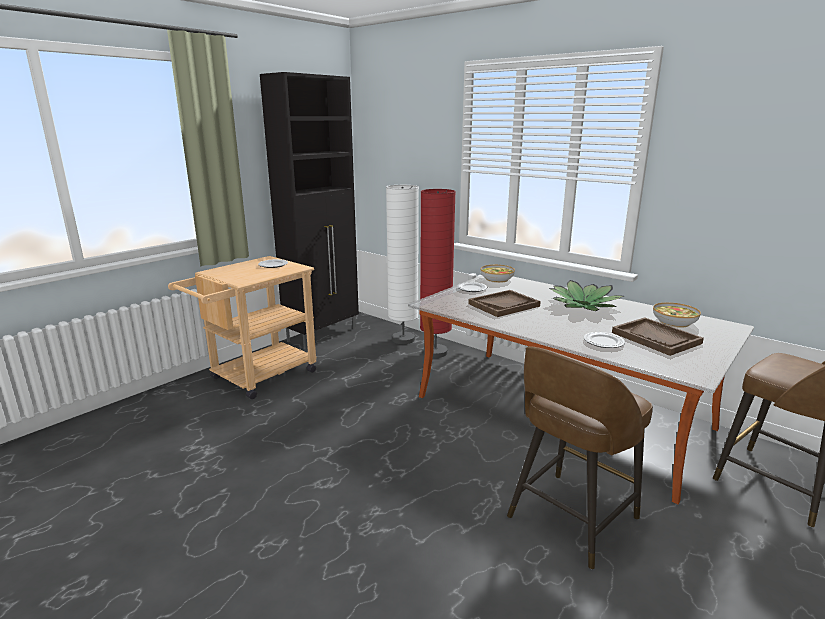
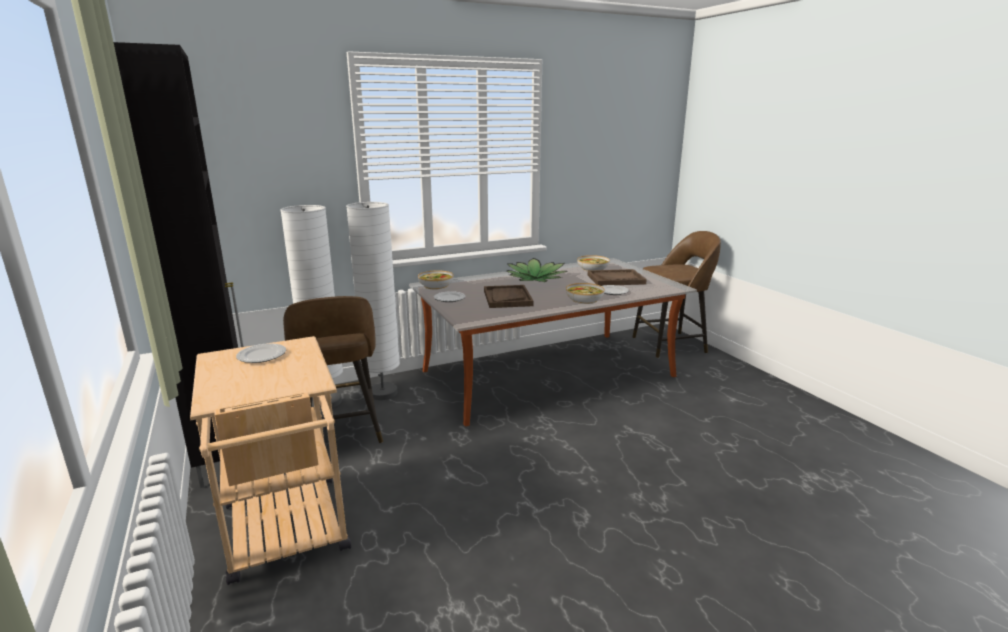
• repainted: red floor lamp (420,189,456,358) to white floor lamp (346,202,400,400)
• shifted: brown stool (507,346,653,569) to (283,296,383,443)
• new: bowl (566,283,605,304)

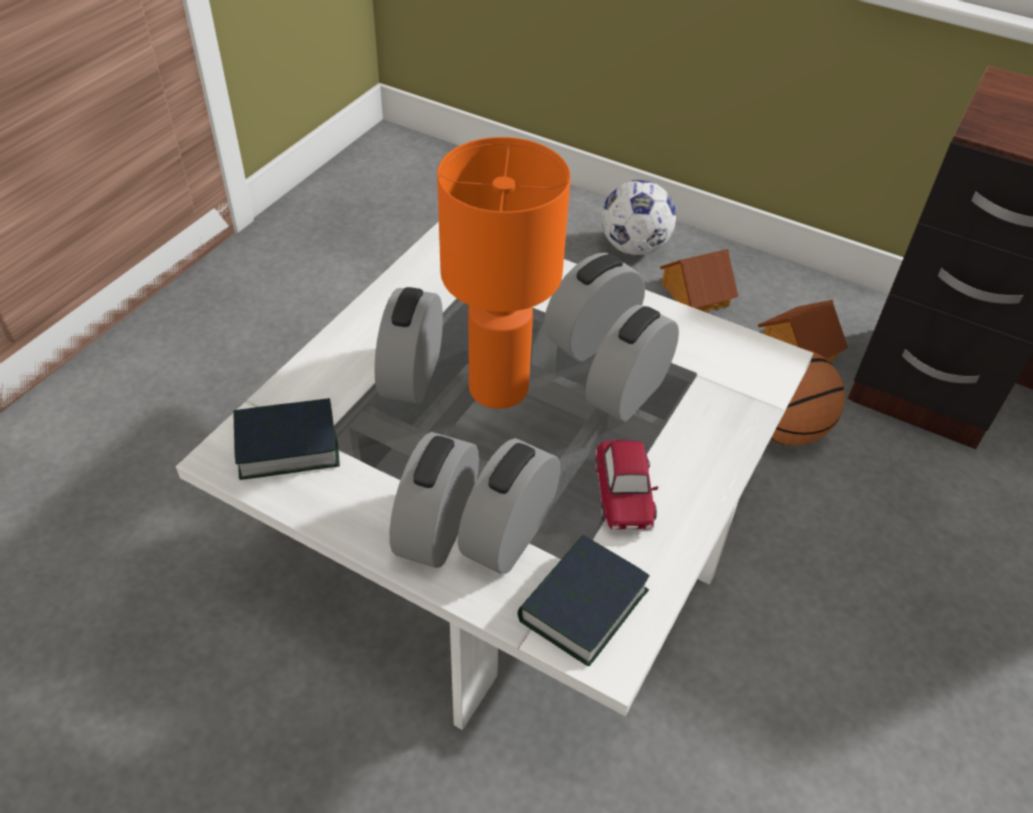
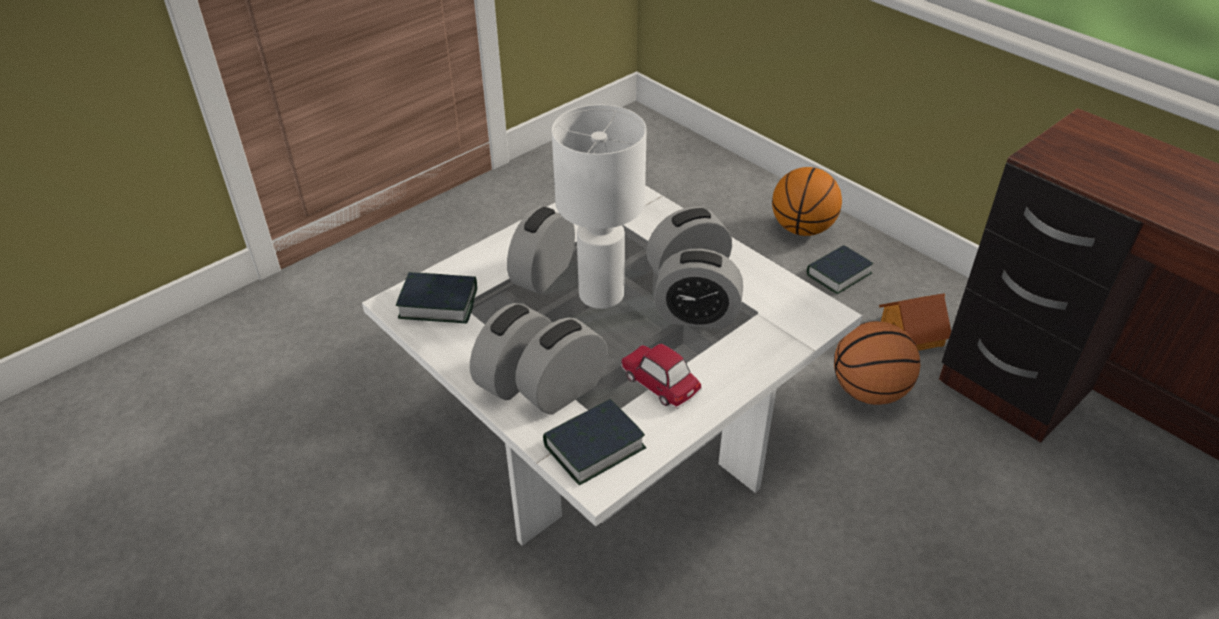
• repainted: orange table lamp (437,137,571,409) to white table lamp (552,105,647,309)
• rotated: alarm clock (586,305,679,422) = (654,249,743,329) 135 degrees counterclockwise
• rotated: toy car (595,440,658,532) = (621,344,702,409) 120 degrees clockwise
• swapped: football (601,180,676,256) to basketball (772,167,842,236)
• swapped: toy house (660,249,738,312) to book (807,245,873,294)

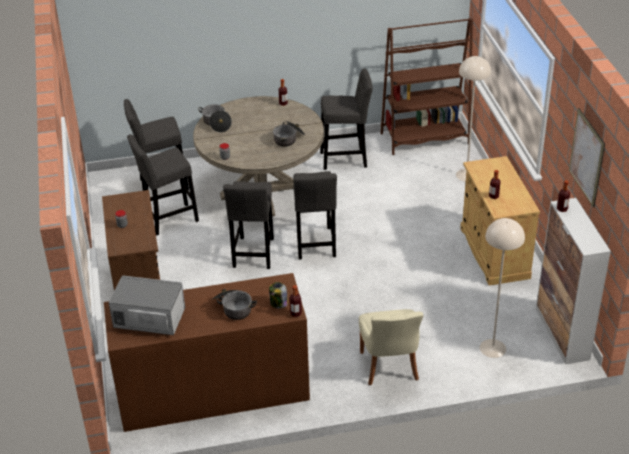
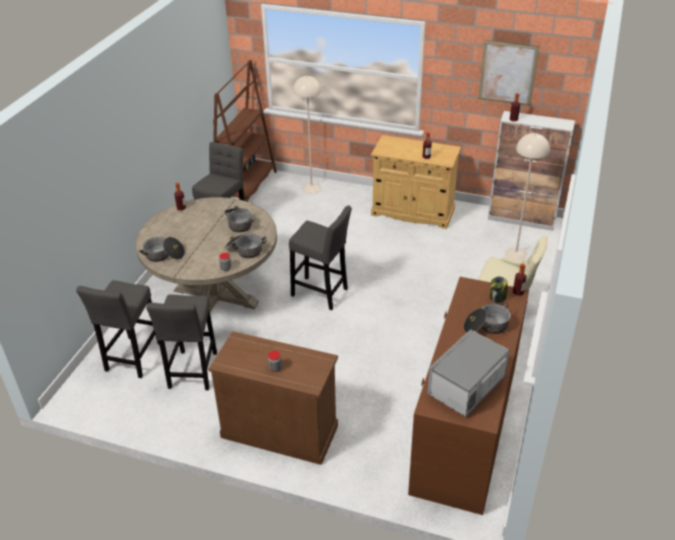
• gone: grey stool (223,181,274,269)
• new: cooking pot (225,234,267,258)

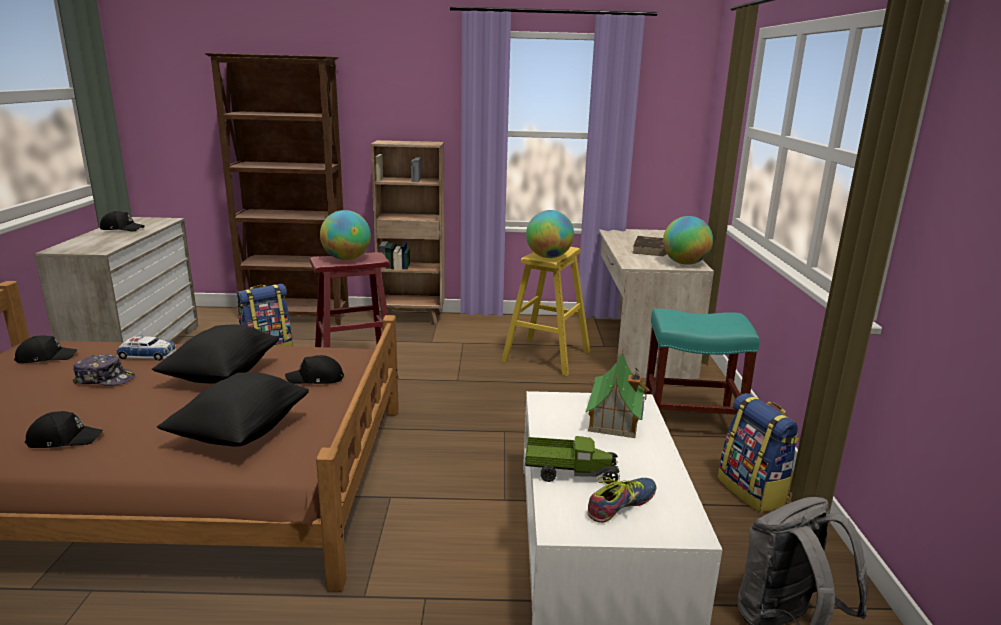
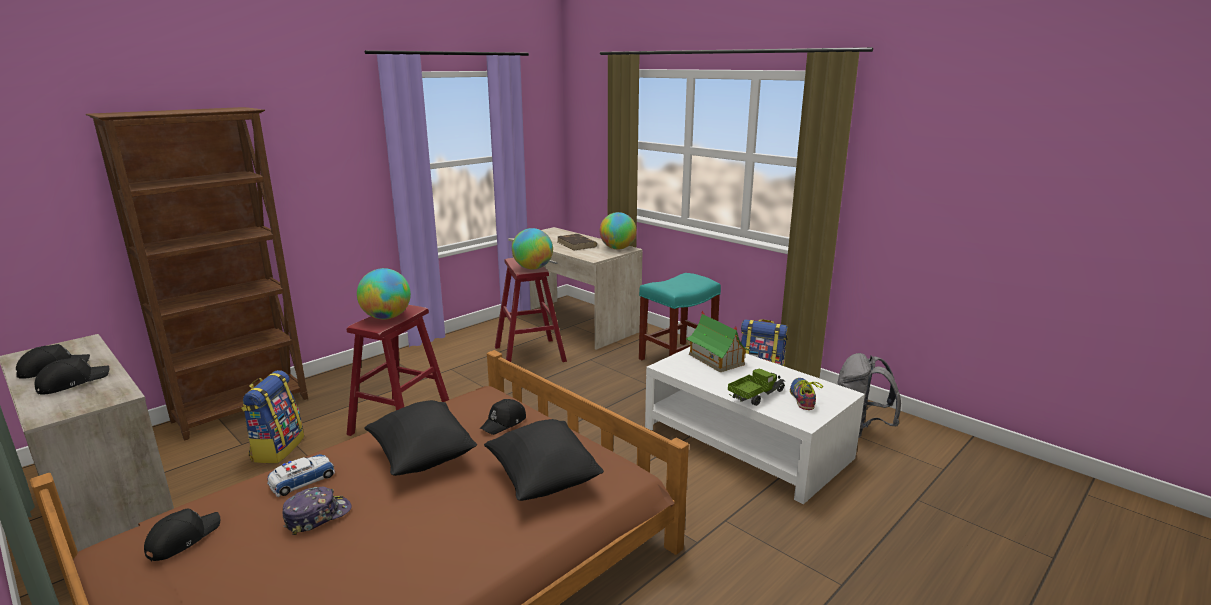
• shifted: black cap (25,411,103,448) to (35,357,109,395)
• gone: brown bookcase (371,140,445,325)
• repainted: yellow stool (501,247,590,376) to red stool (495,258,567,362)

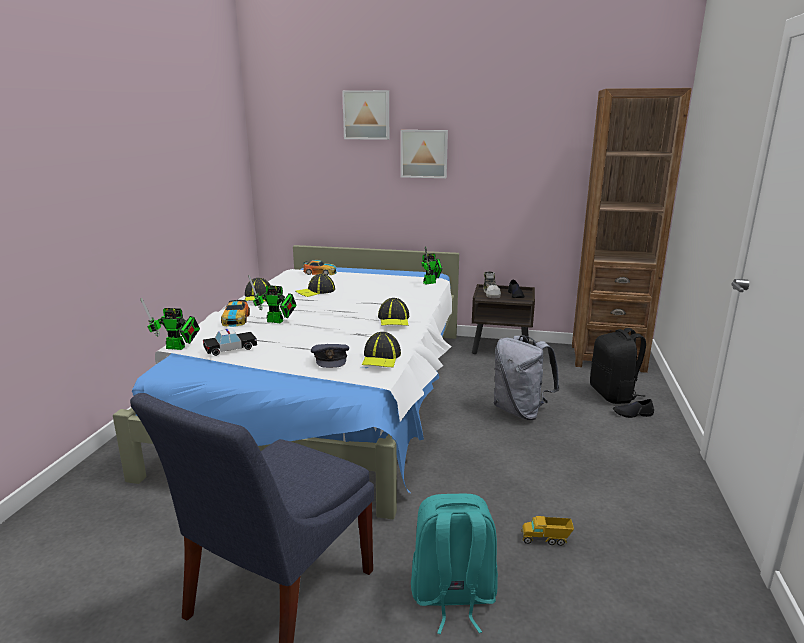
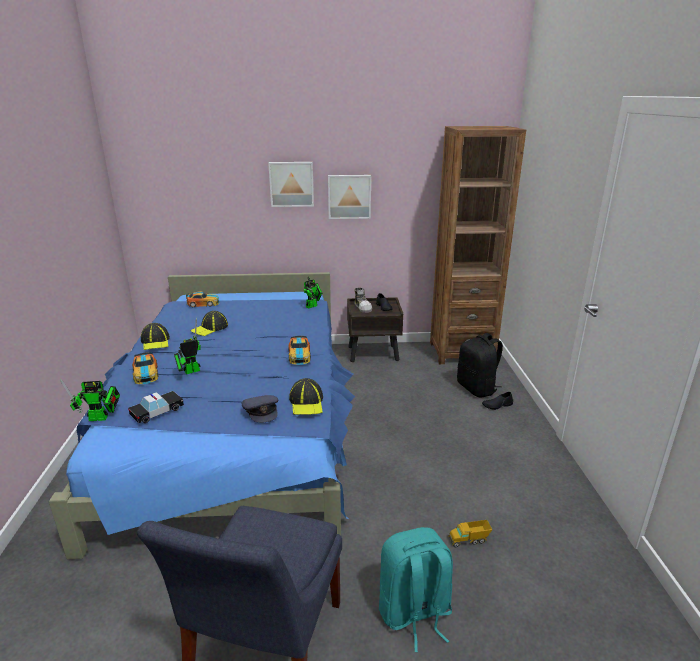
• repainted: white bed (113,245,459,519) to blue bed (49,272,355,559)
• rotated: toy robot (249,276,296,323) = (174,318,201,374) 150 degrees clockwise
• shifted: picture (342,90,389,140) to (328,175,371,219)
• swapped: cap (378,298,409,326) to toy car (288,336,311,365)
• gone: grey backpack (494,335,560,420)

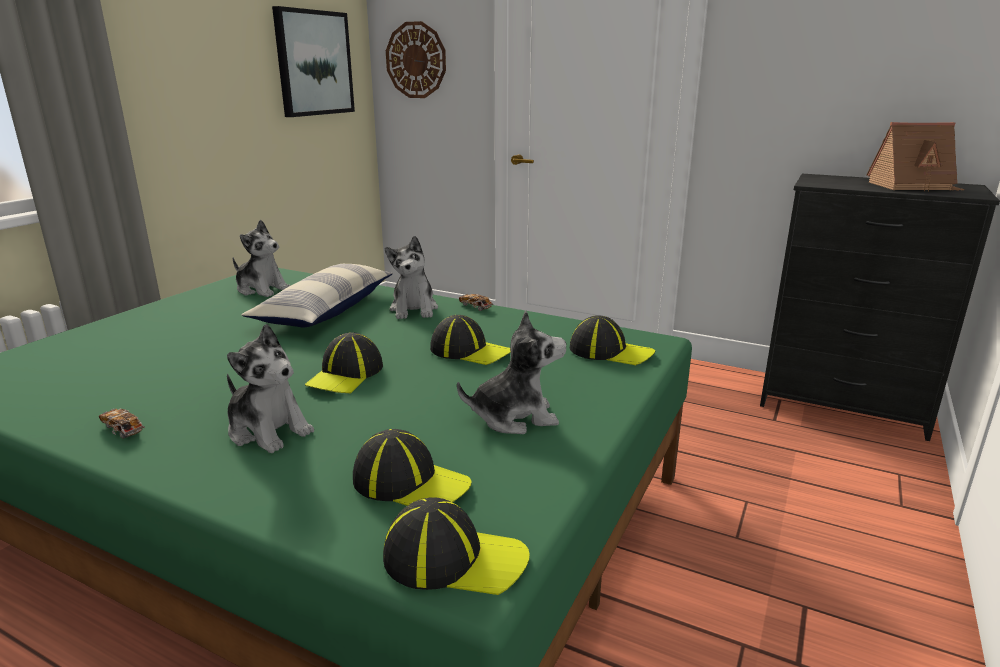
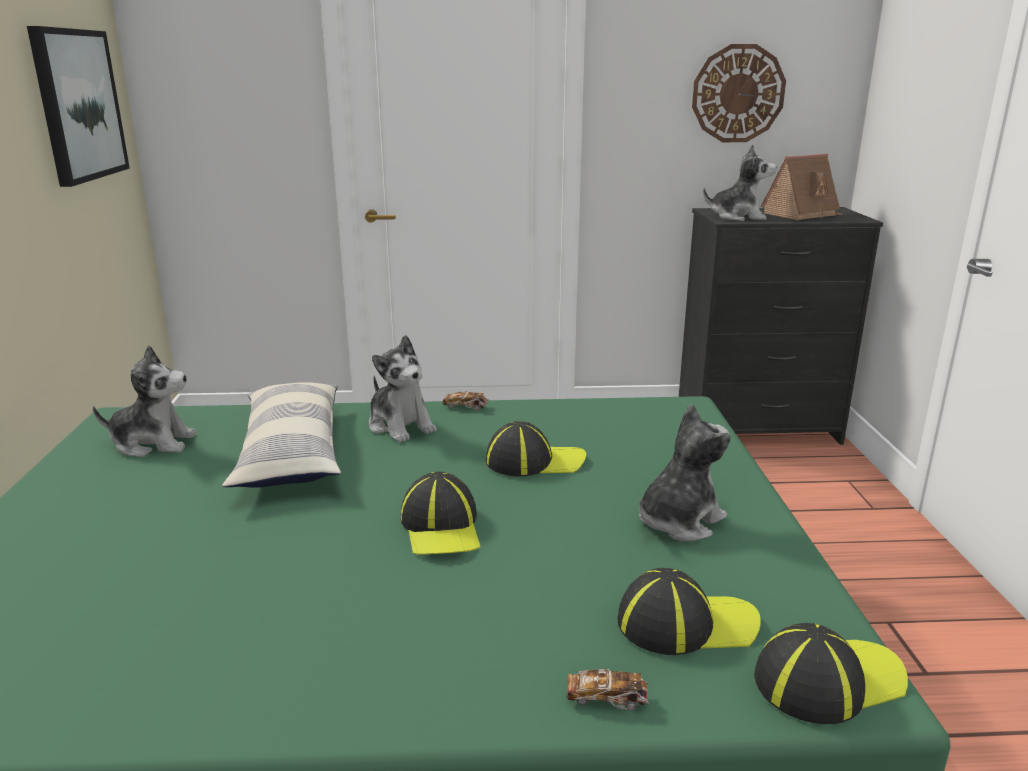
• shifted: toy car (99,409,145,439) to (566,669,649,711)
• shifted: plush toy (227,324,314,453) to (703,144,777,221)
• shifted: wall clock (386,21,446,98) to (692,44,786,142)
• gone: cap (570,315,655,365)

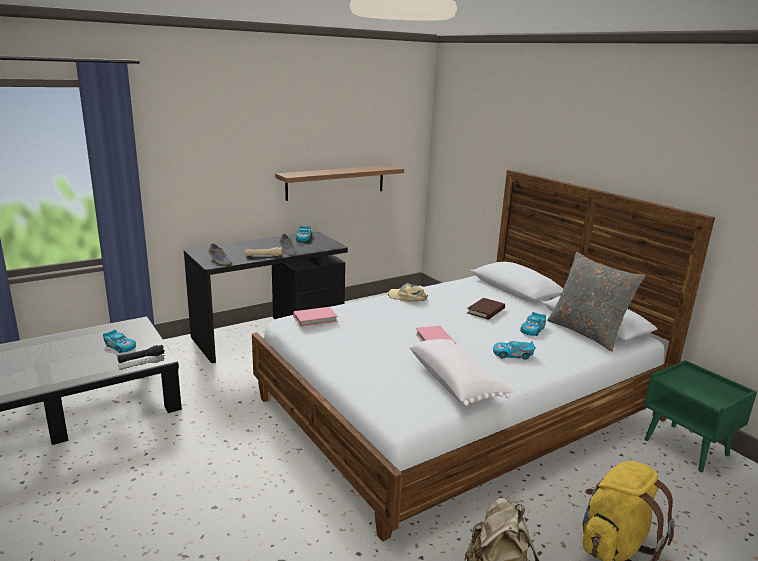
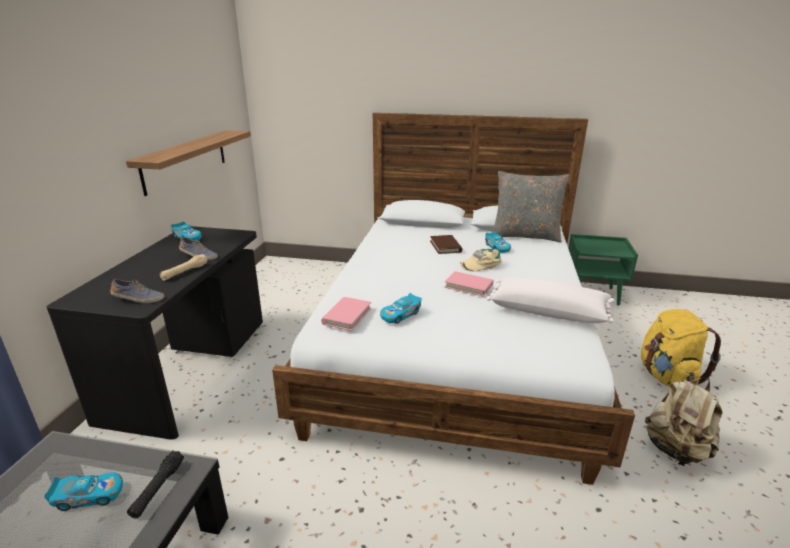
• shifted: beige cap (388,283,428,302) to (460,249,502,271)
• shifted: toy car (493,341,536,359) to (380,293,422,324)

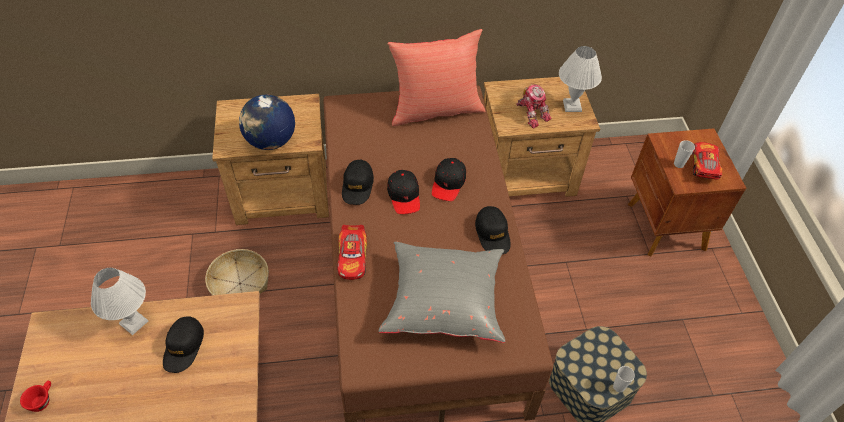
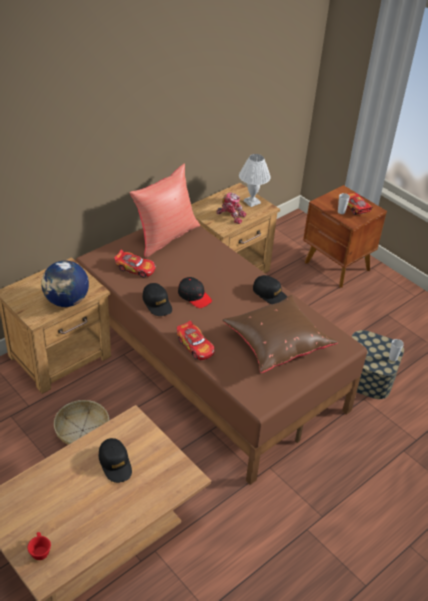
• gone: white table lamp (91,268,148,335)
• repainted: grey pillow (379,242,505,343) to brown pillow (222,295,338,373)
• gone: black cap (432,158,466,201)
• new: toy car (114,249,156,278)

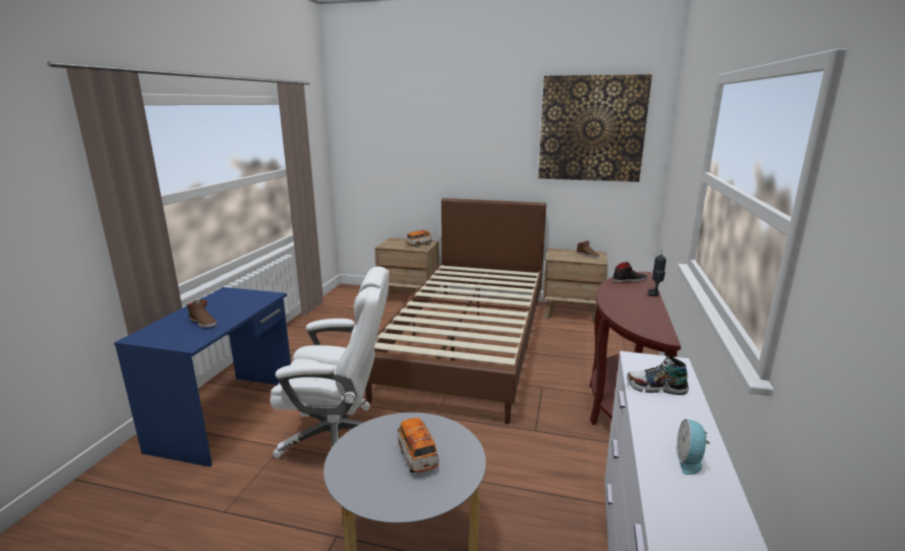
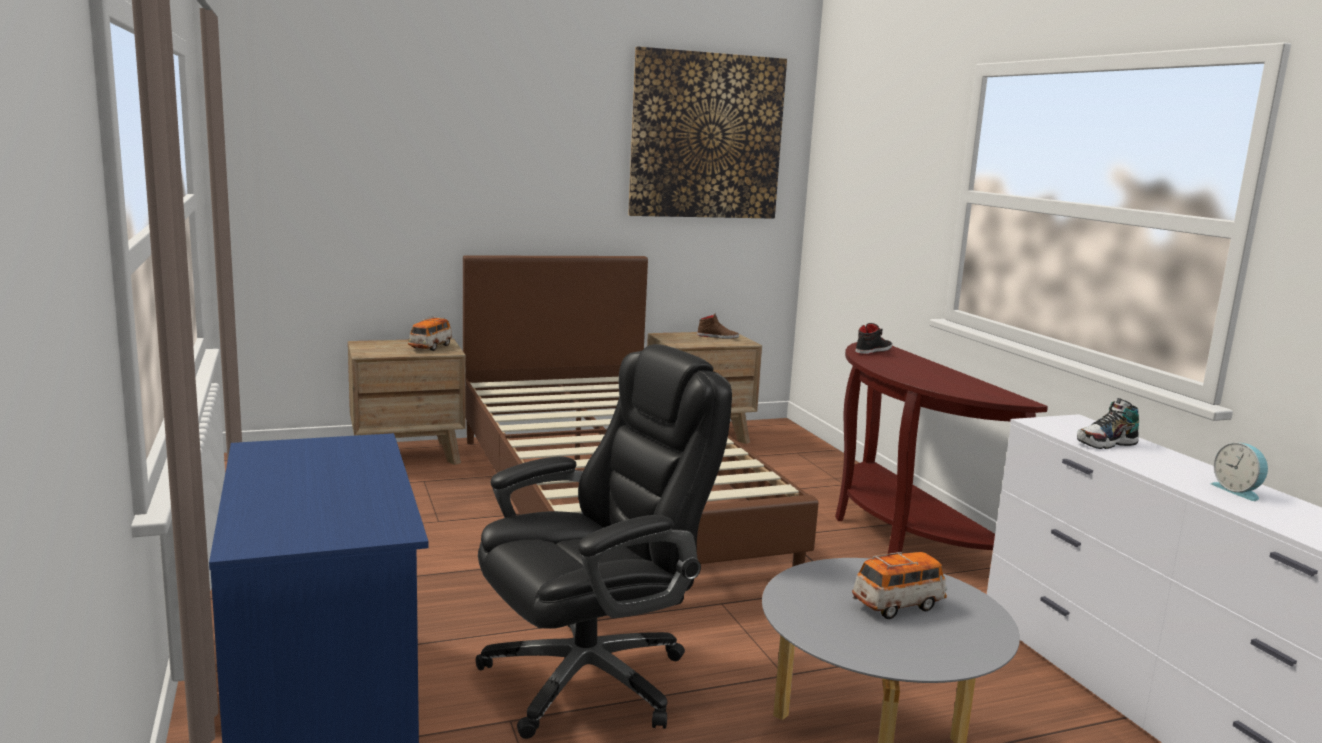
• gone: brown shoe (187,299,217,328)
• repainted: white office chair (270,266,389,459) to black office chair (476,344,732,739)
• rotated: toy car (397,418,439,474) = (852,552,947,619) 120 degrees clockwise
• gone: toy robot (648,252,666,296)

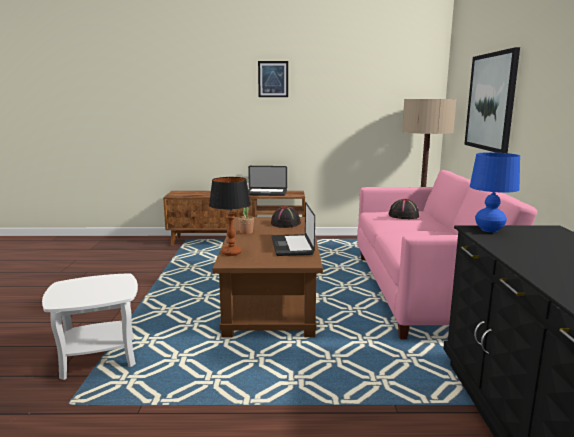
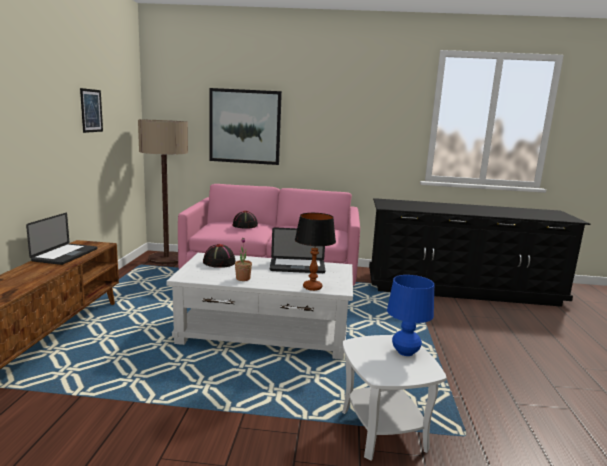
• repainted: brown coffee table (212,217,323,338) to white coffee table (166,253,353,360)
• shifted: picture (258,61,288,97) to (80,88,103,133)
• shifted: blue table lamp (470,152,520,232) to (387,275,434,356)

